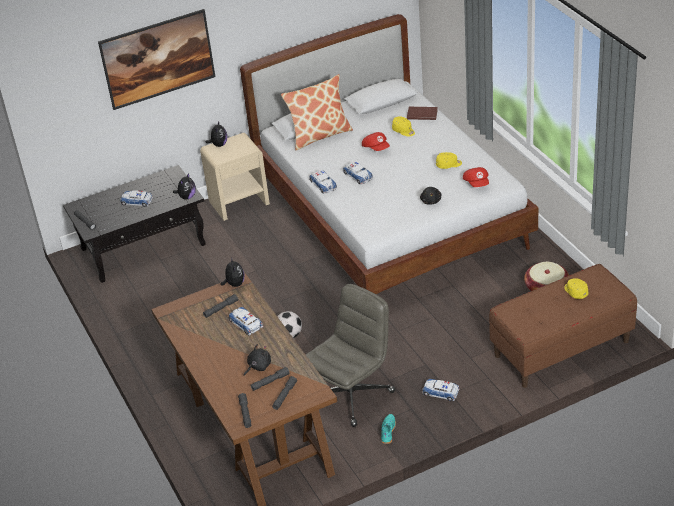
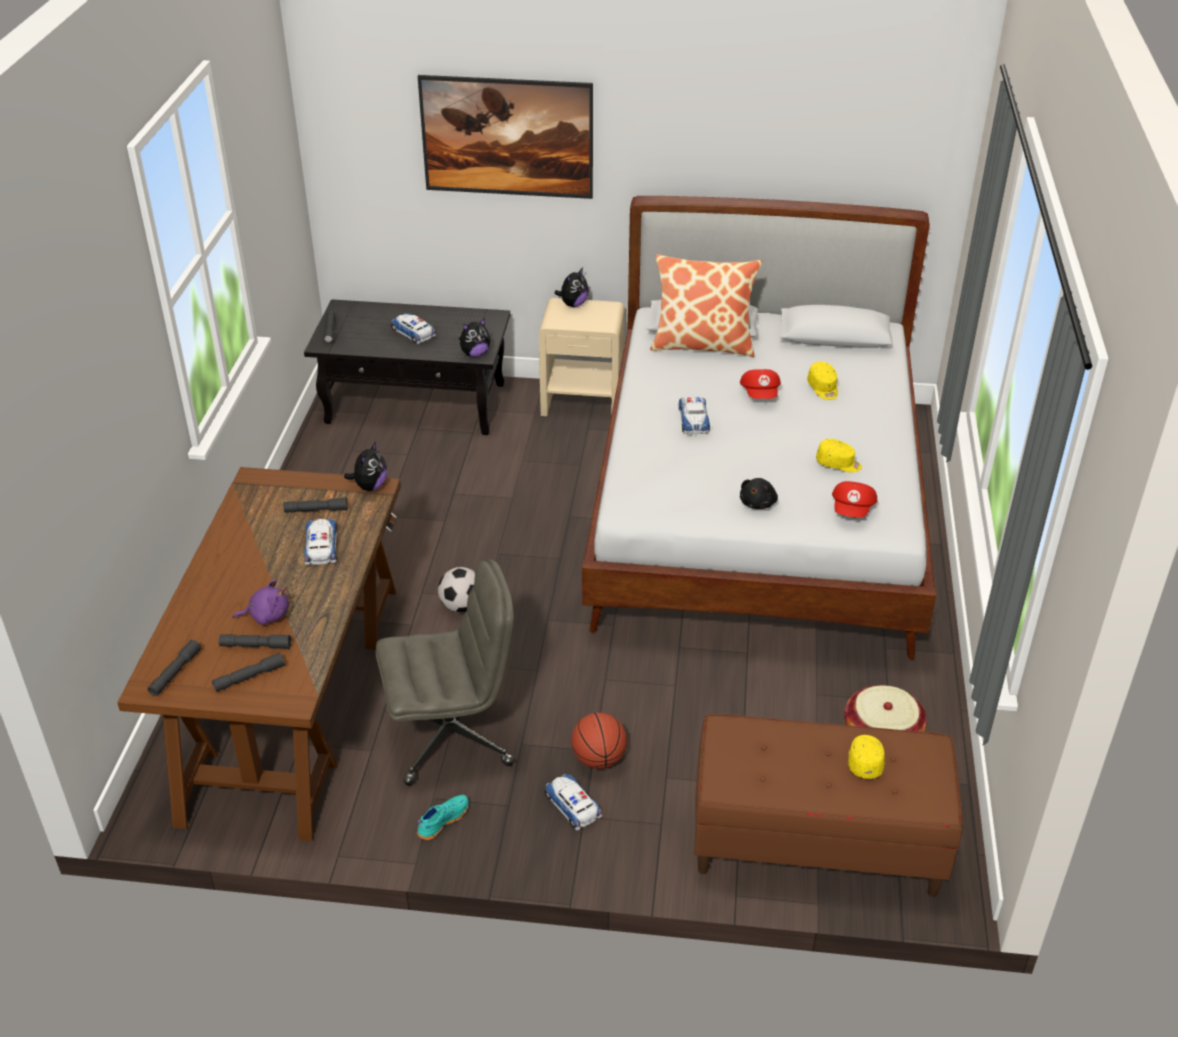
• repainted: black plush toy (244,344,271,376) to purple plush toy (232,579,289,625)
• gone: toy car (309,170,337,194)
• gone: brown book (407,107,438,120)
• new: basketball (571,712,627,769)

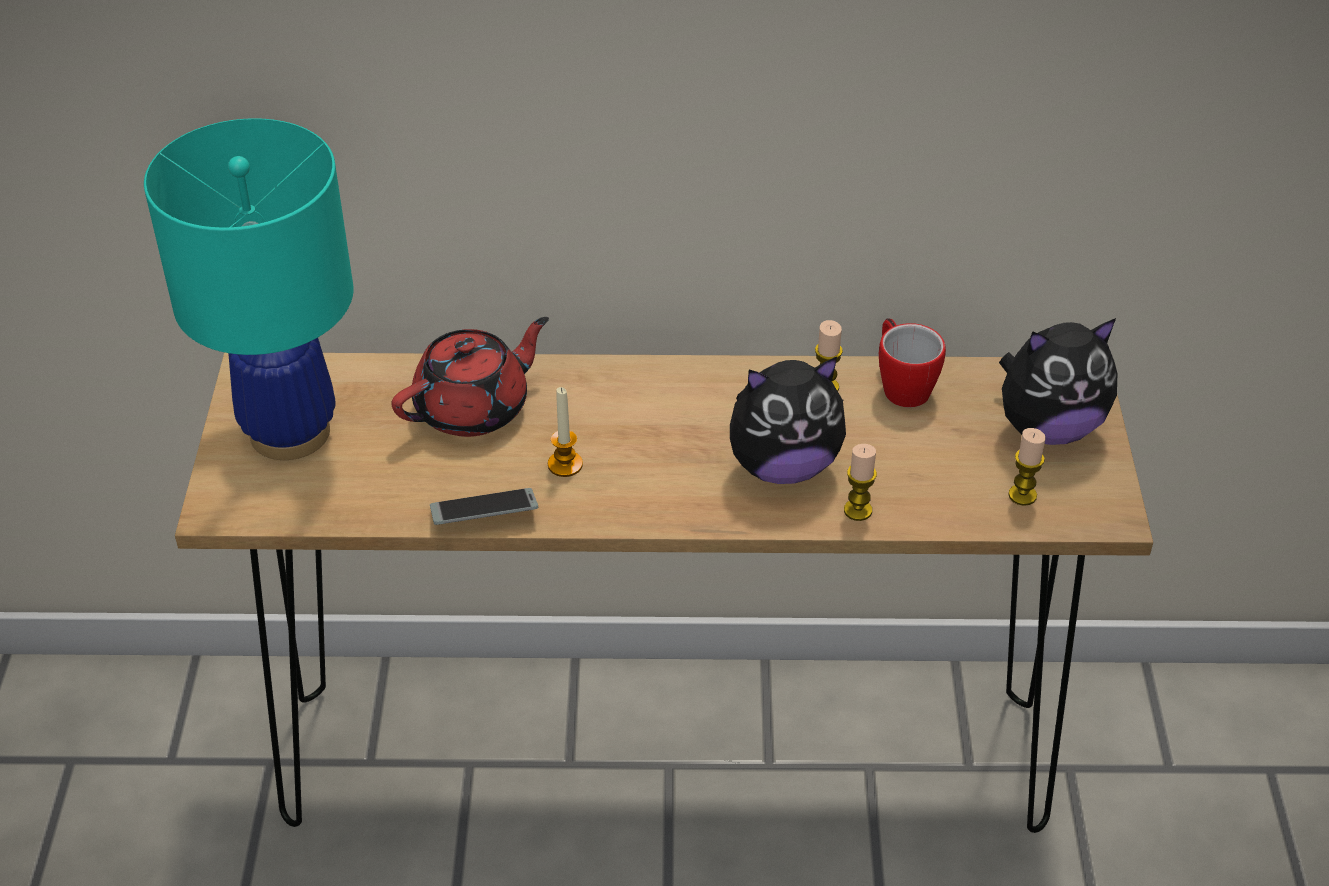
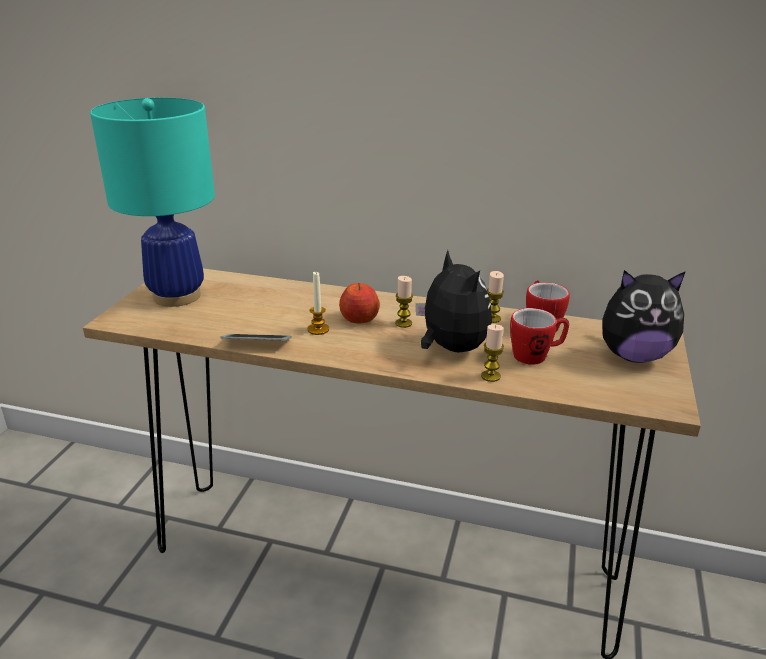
• gone: red teapot (391,317,549,437)
• rotated: plush toy (730,357,846,484) = (416,250,492,353) 120 degrees counterclockwise
• shifted: candle (1008,428,1046,506) to (395,276,413,328)
• new: apple (339,283,380,323)
• new: mug (510,308,569,365)

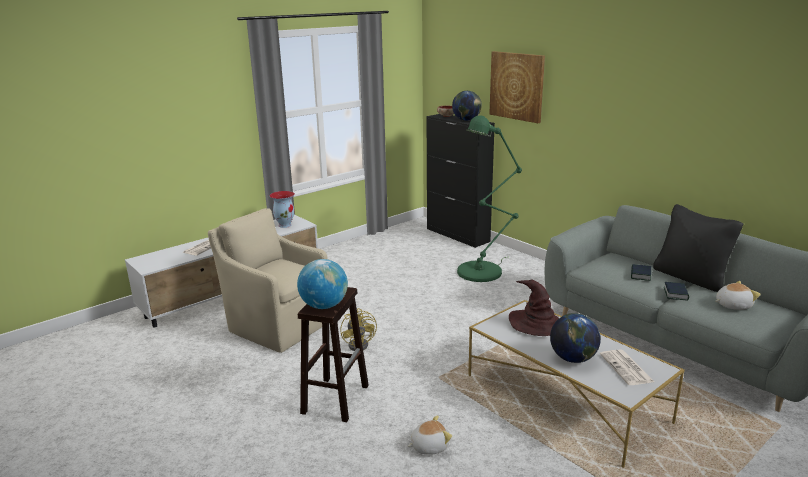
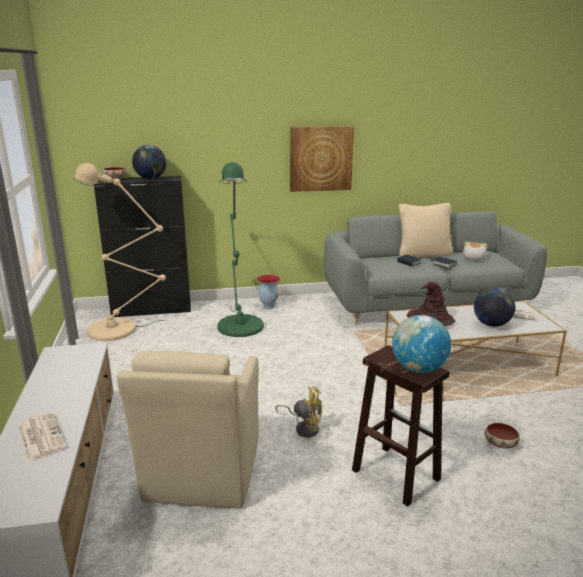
• rotated: beige armchair (208,208,328,353) = (117,351,259,508) 60 degrees counterclockwise
• shifted: vase (269,191,295,228) to (257,275,280,309)
• swapped: plush toy (408,415,452,455) to bowl (485,423,520,449)
• shifted: picture (489,51,545,123) to (290,126,354,192)
• repainted: black pillow (653,204,743,292) to beige pillow (398,203,453,257)
• new: beige floor lamp (73,163,166,341)

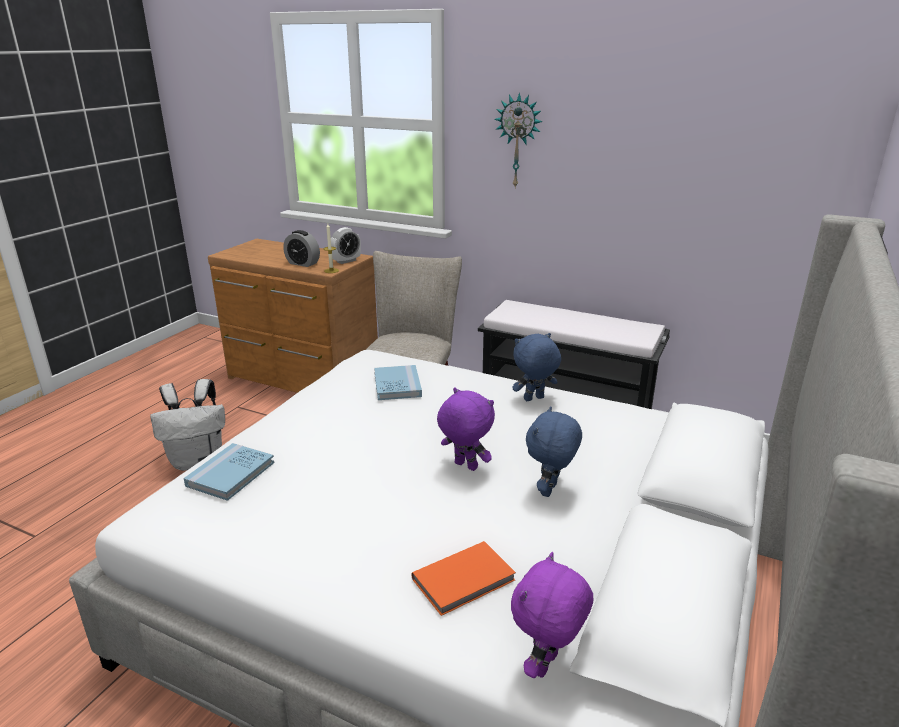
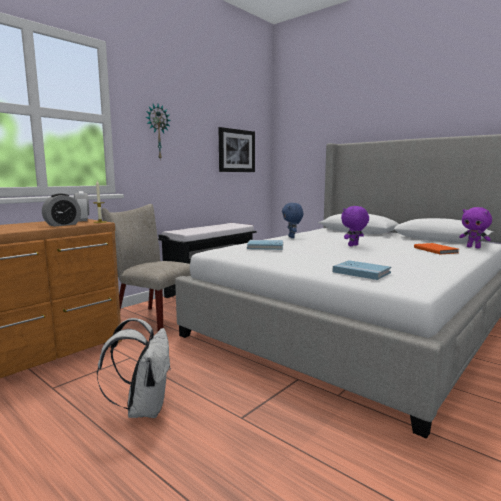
• gone: blue plush toy (526,406,582,497)
• new: picture (219,127,255,172)

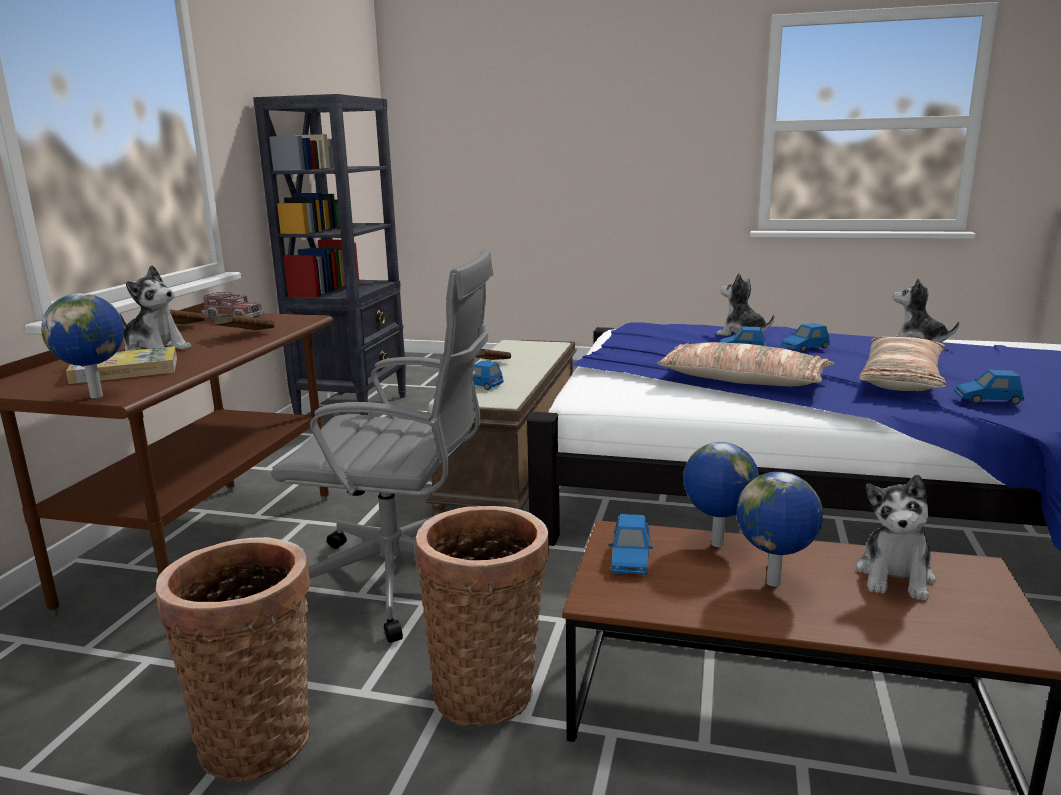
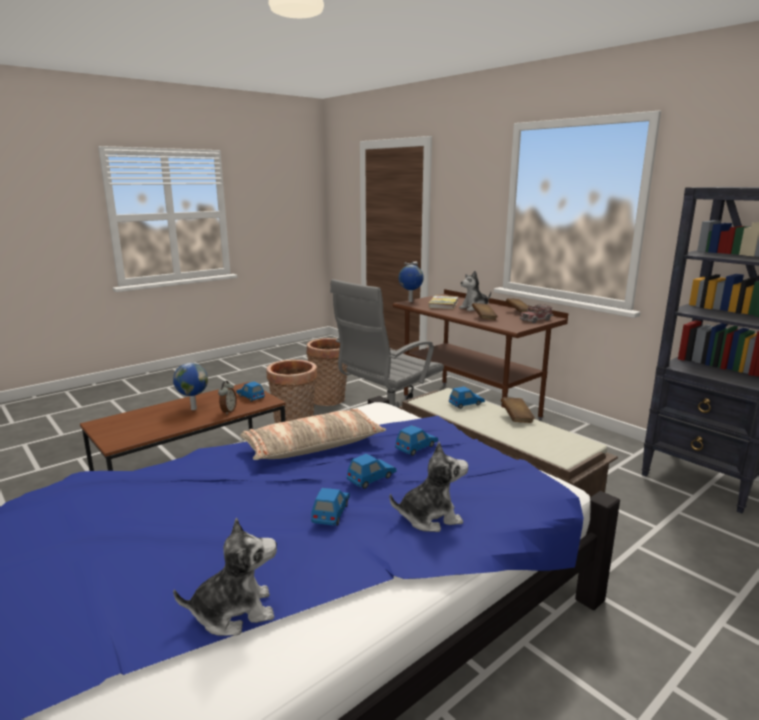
• swapped: globe (683,442,760,547) to alarm clock (218,381,237,415)
• gone: plush toy (856,474,936,601)
• gone: pillow (859,336,946,391)
• shifted: blue toy car (954,370,1024,405) to (395,425,438,456)

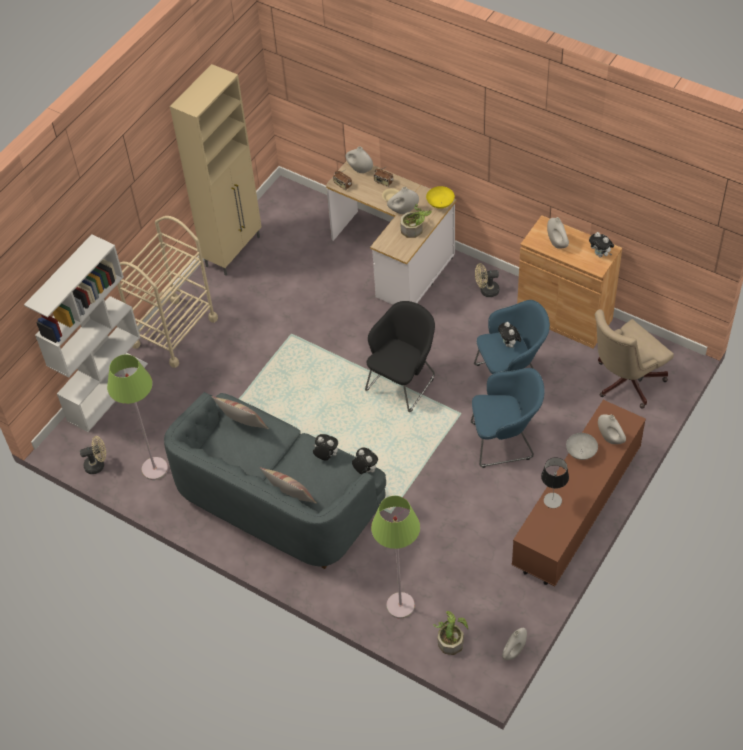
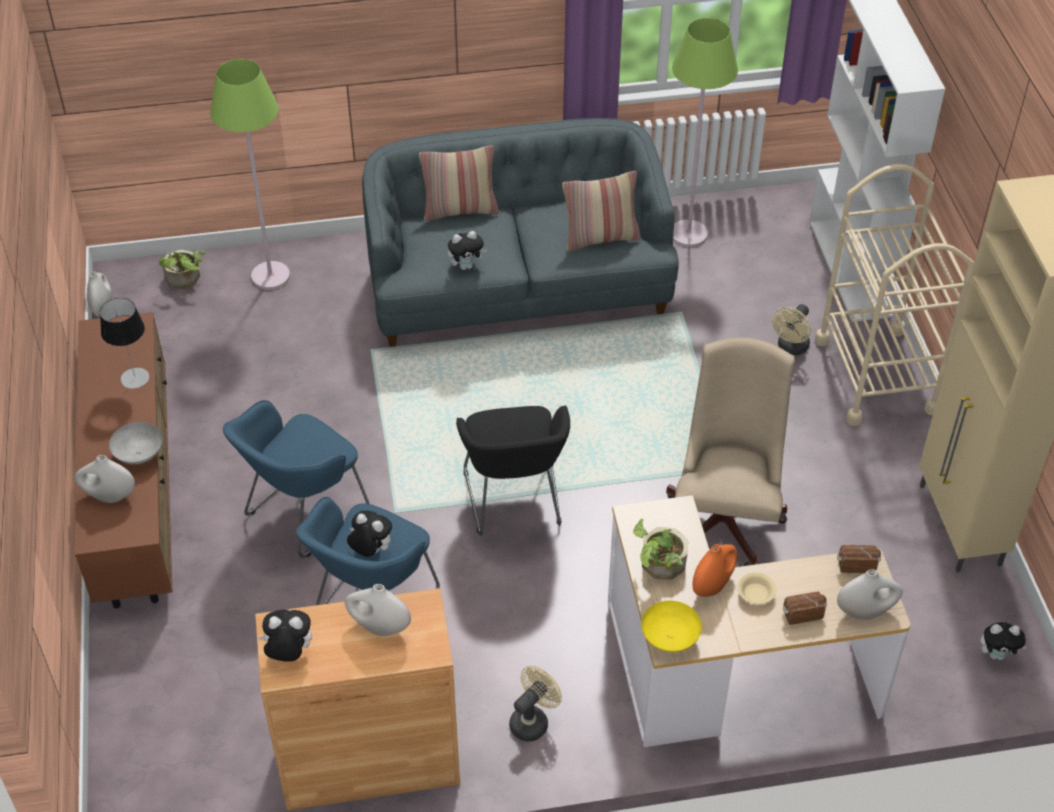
• shifted: beige fan (80,436,106,474) to (772,304,811,355)
• shifted: plush toy (352,447,378,474) to (980,622,1027,660)
• repainted: white vase (387,187,419,214) to orange vase (693,544,737,597)
• shifted: beige office chair (595,309,674,409) to (666,337,795,566)

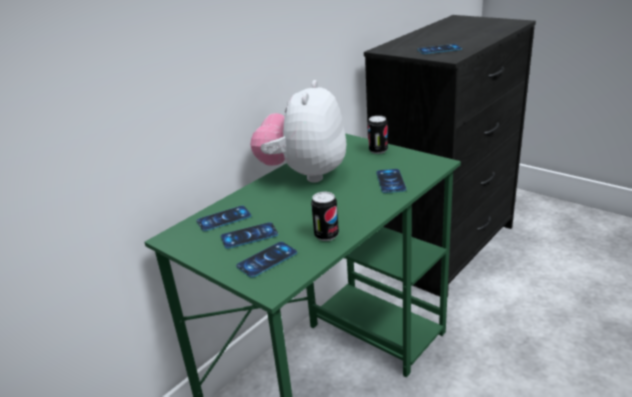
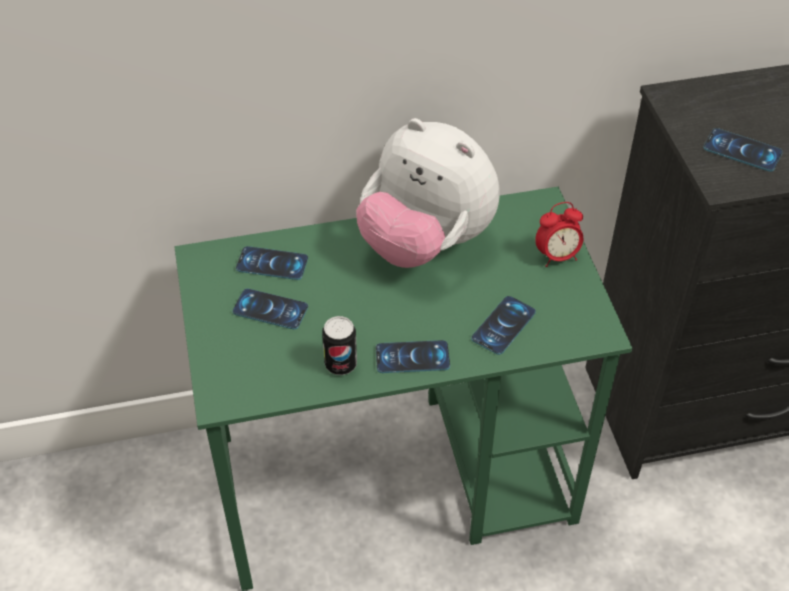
• shifted: phone (236,242,297,278) to (376,340,450,373)
• rotated: plush toy (250,80,346,183) = (356,118,500,268) 105 degrees counterclockwise
• swapped: can (368,116,388,154) to alarm clock (535,202,583,267)

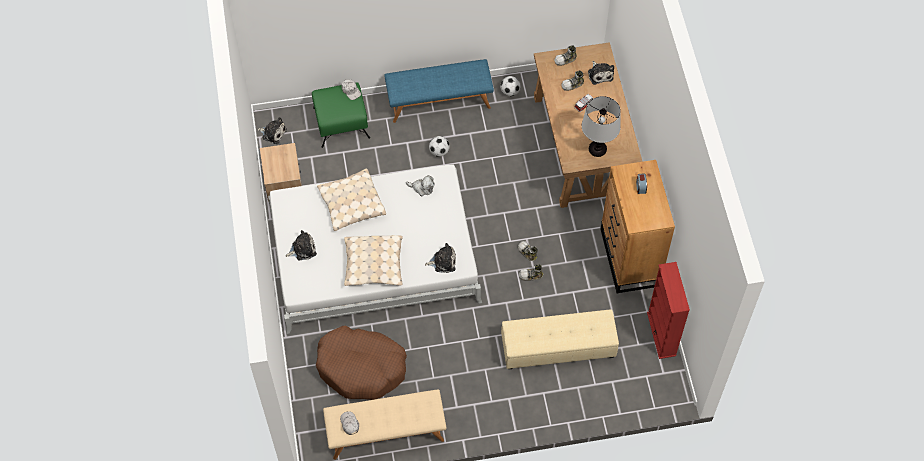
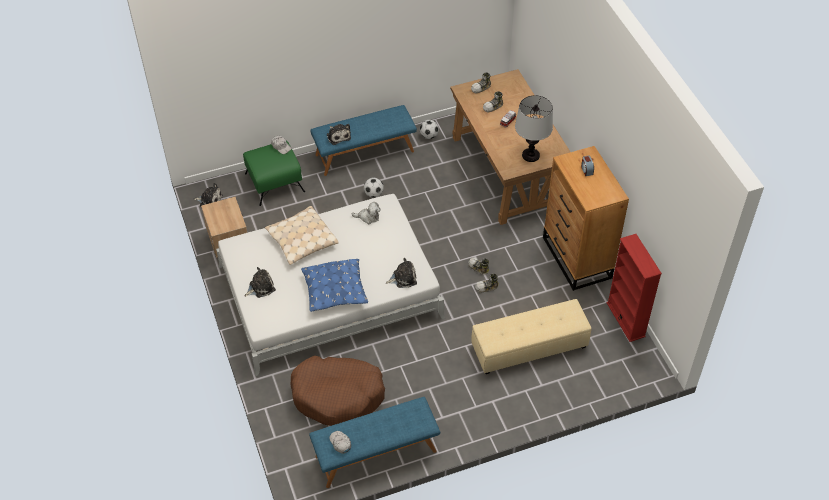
• repainted: beige bench (323,389,447,460) to blue bench (309,397,440,488)
• repainted: beige pillow (344,235,403,286) to blue pillow (301,259,368,312)
• shifted: plush toy (588,61,614,85) to (327,124,351,145)

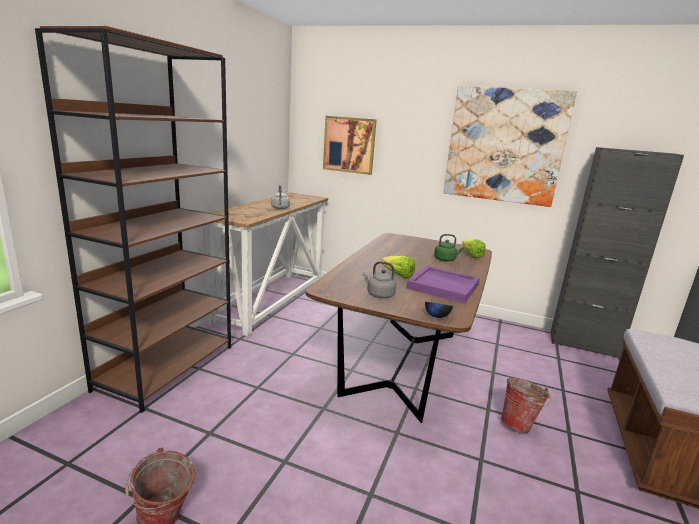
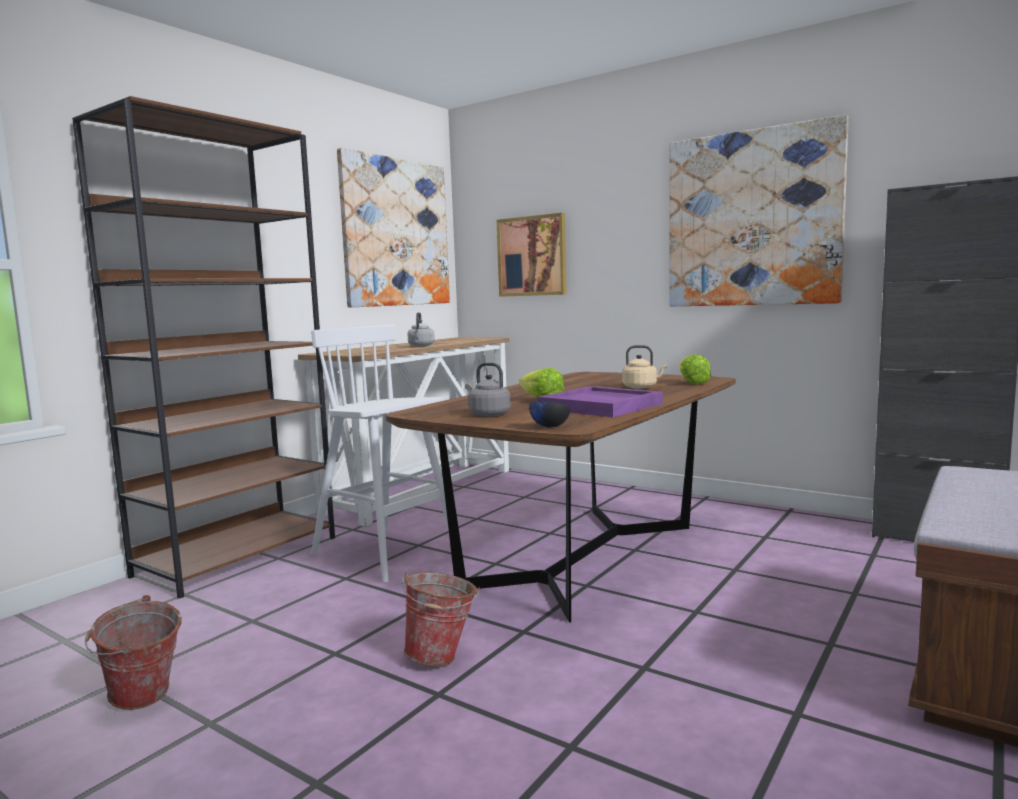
• repainted: green kettle (434,234,464,261) to beige kettle (622,345,667,389)
• shifted: bucket (501,378,551,433) to (401,572,480,666)
• new: white stool (311,324,449,583)
• new: picture (337,148,450,307)

